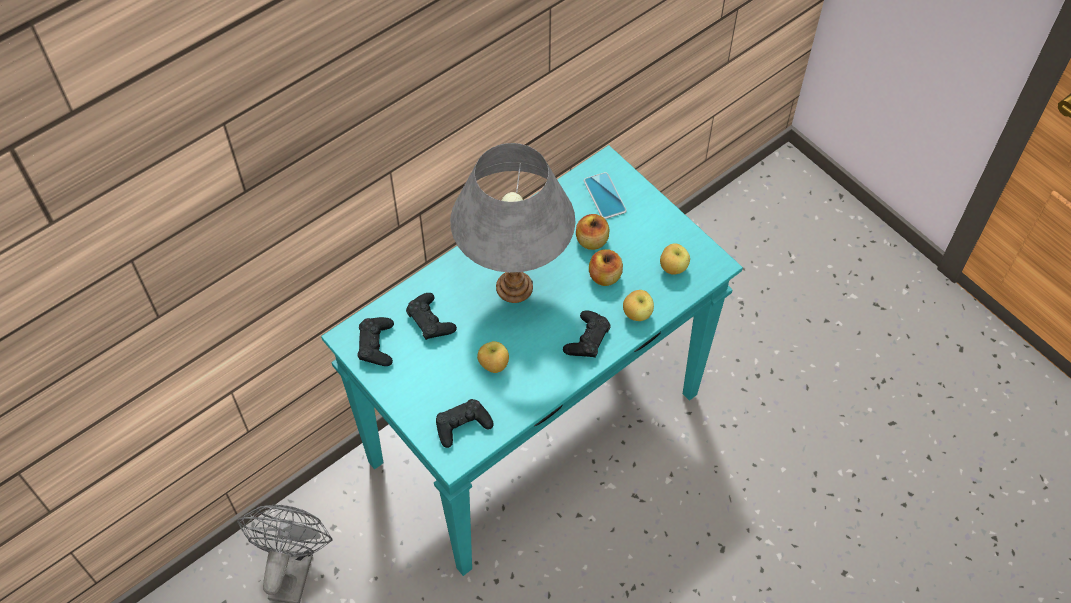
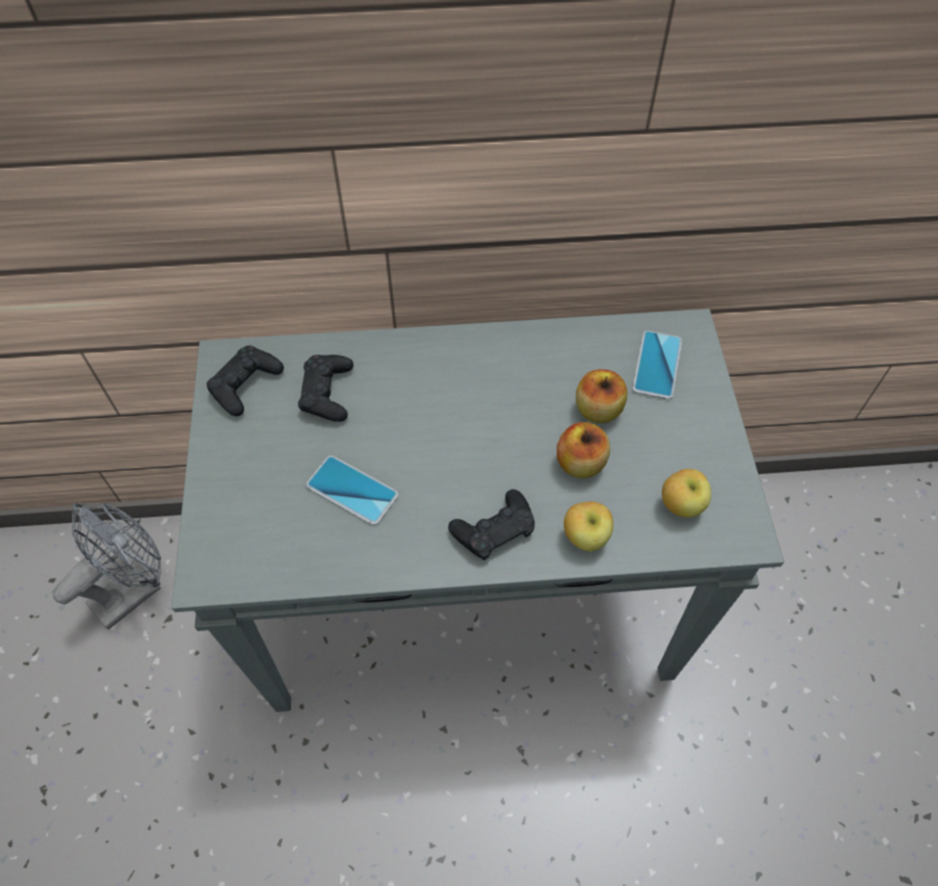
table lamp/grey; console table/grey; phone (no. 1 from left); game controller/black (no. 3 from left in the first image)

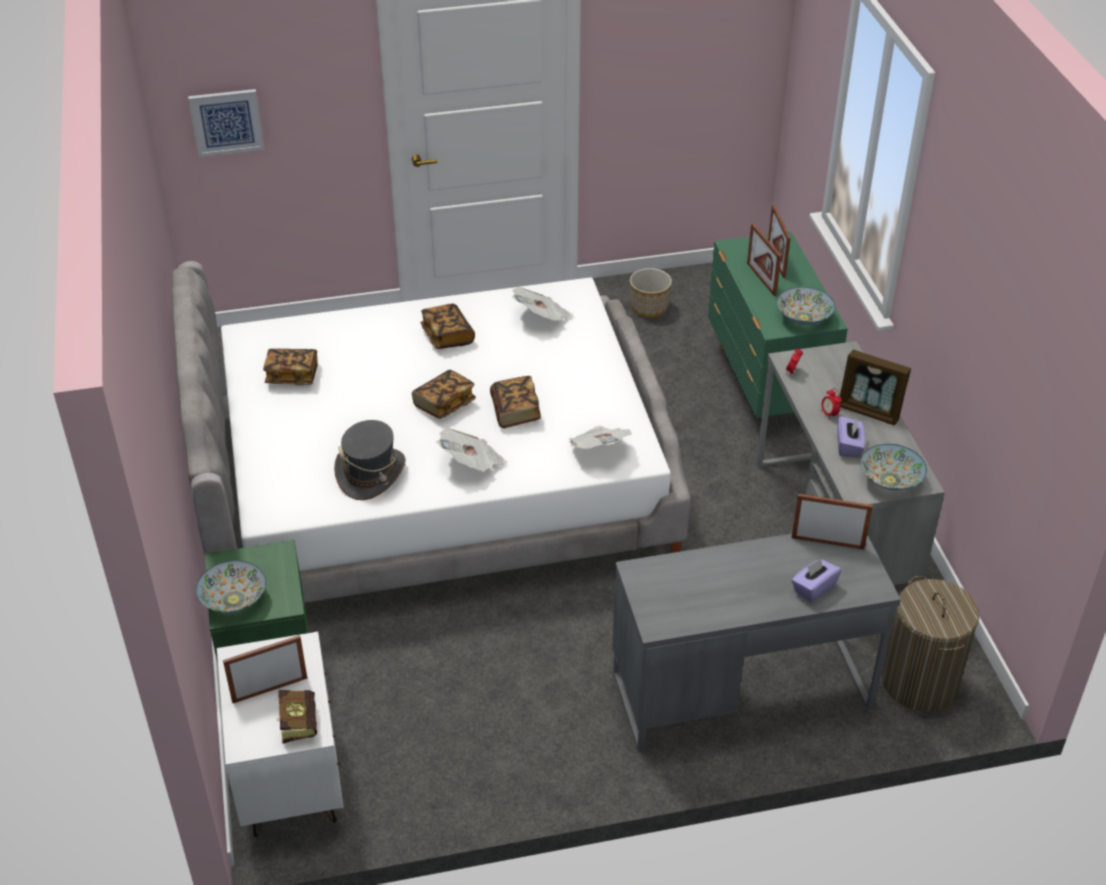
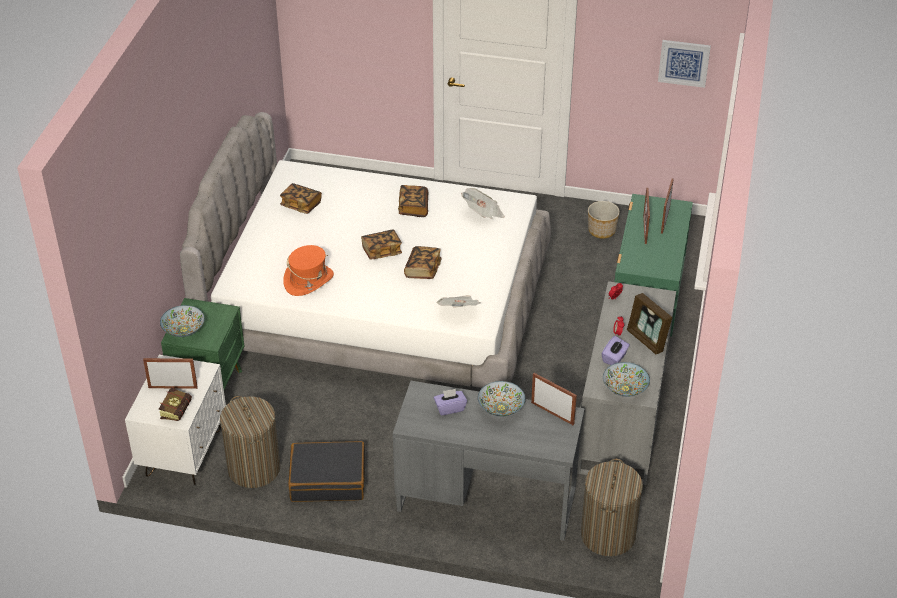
picture; bowl (no. 2 from left); hat/orange; newspaper (no. 1 from left in the first image); tissue box/purple (no. 1 from left); laundry basket (no. 1 from left); suitcase/black

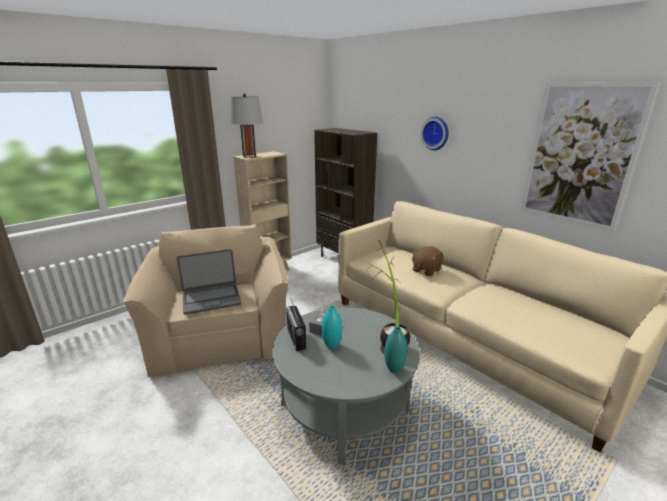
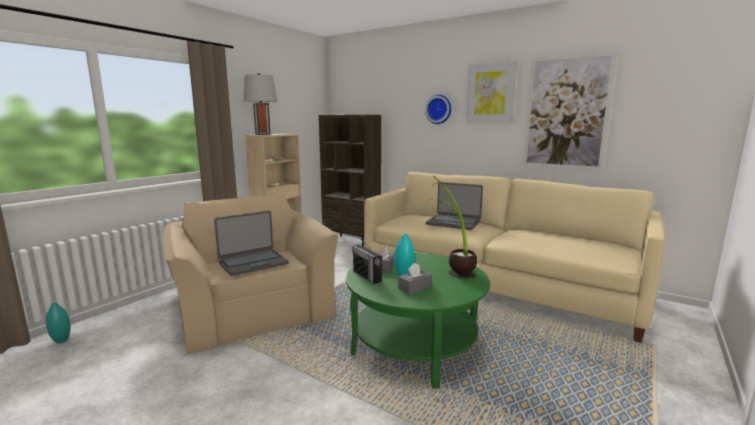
laptop (no. 2 from left); coffee table/green; vase/turquoise (no. 1 from left); picture (no. 1 from left); tissue box/grey (no. 2 from left)

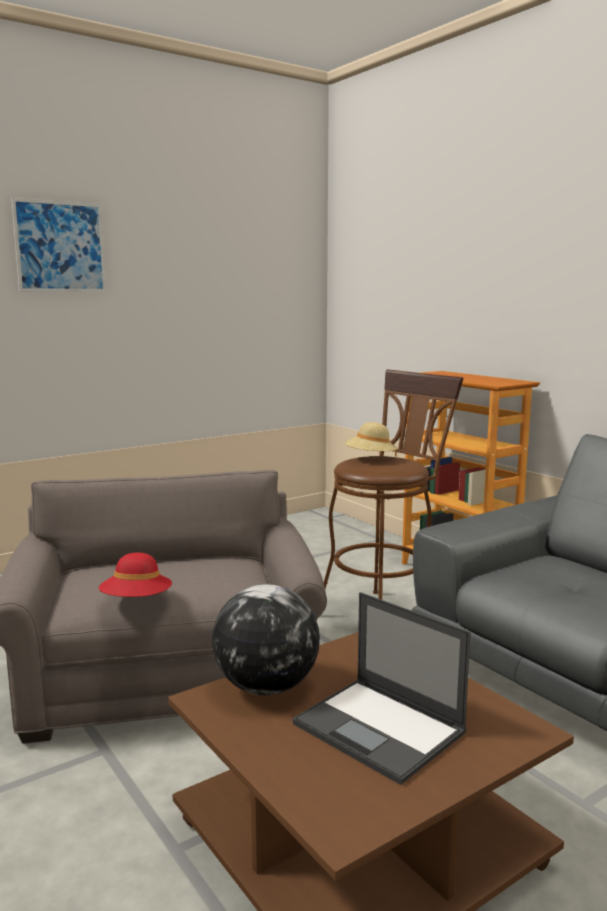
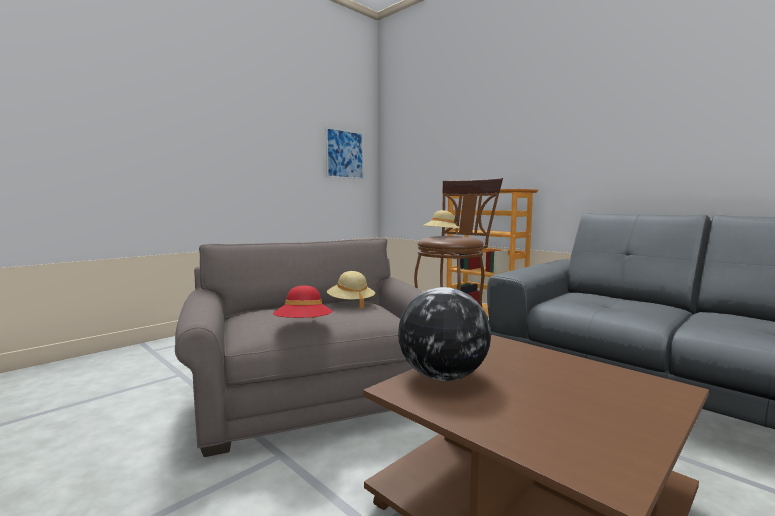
picture; laptop; hat/beige (no. 1 from left)

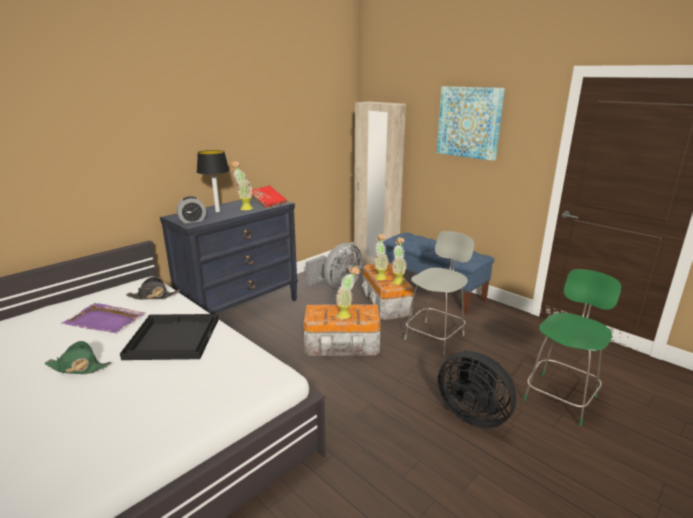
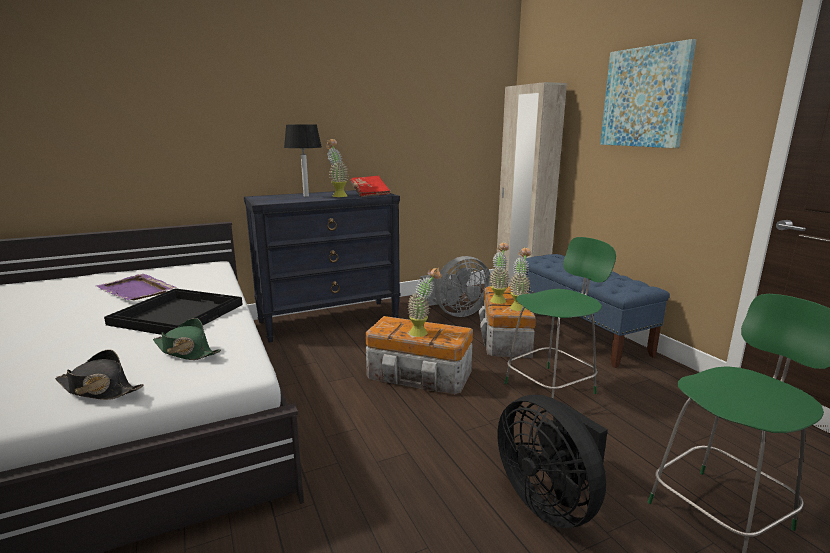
alarm clock; chair/green (no. 1 from left); hat/black; hat/green

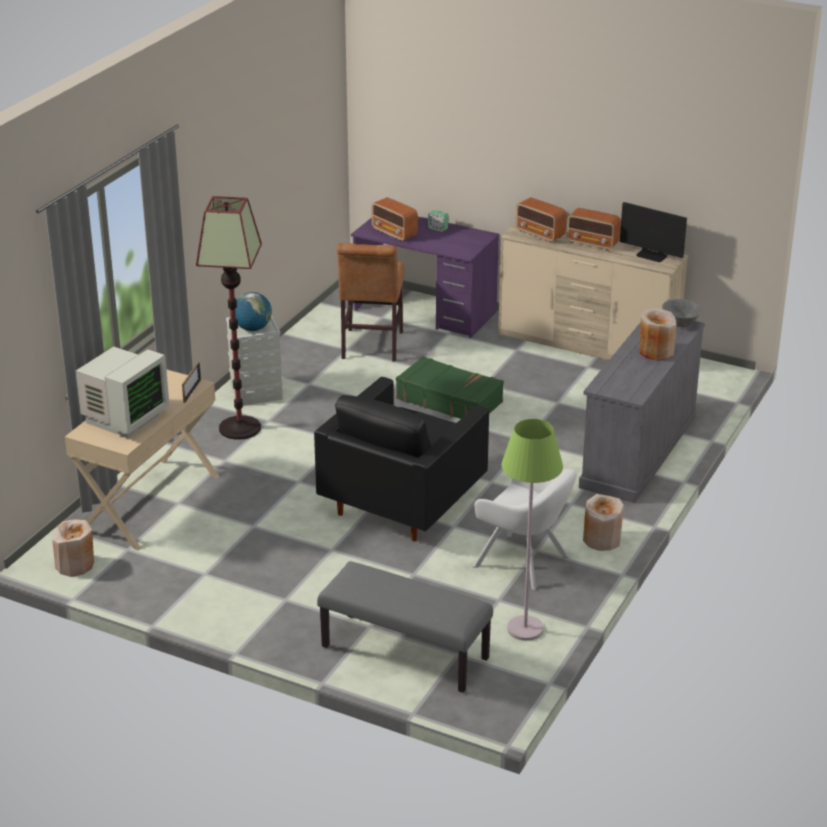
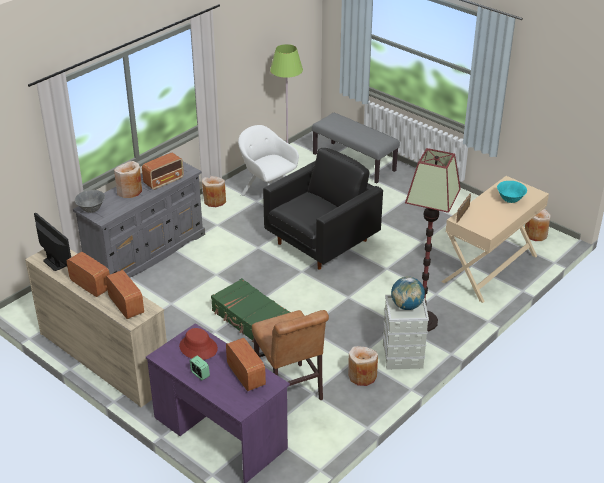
chair/brown; bowl/turquoise; radio (no. 3 from left); hat/red; vase/beige (no. 3 from left)

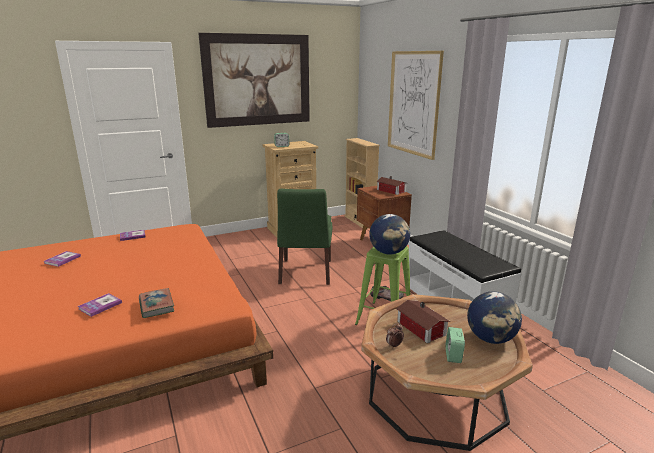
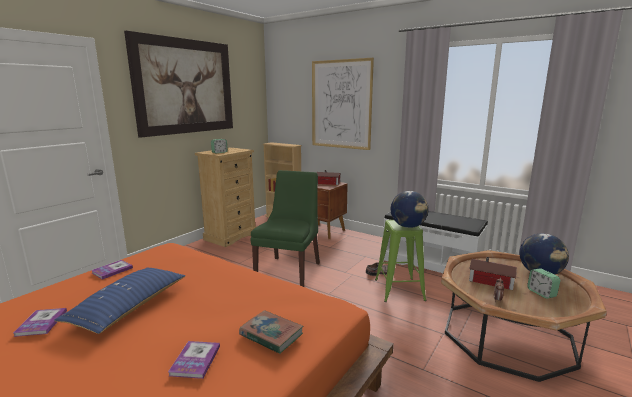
chair/green; pillow/blue

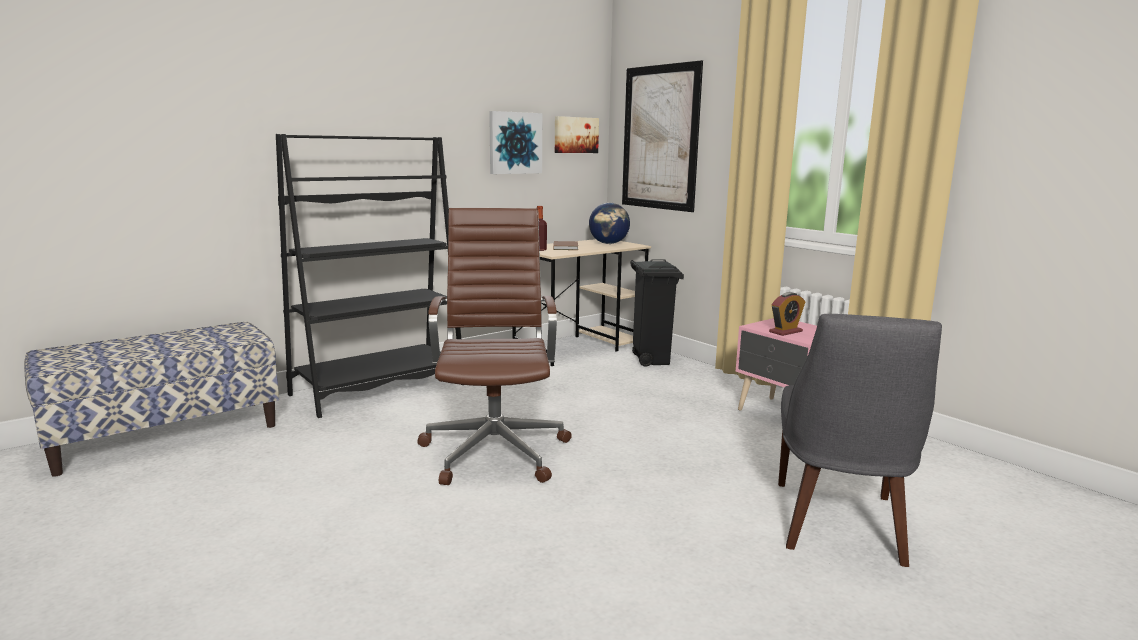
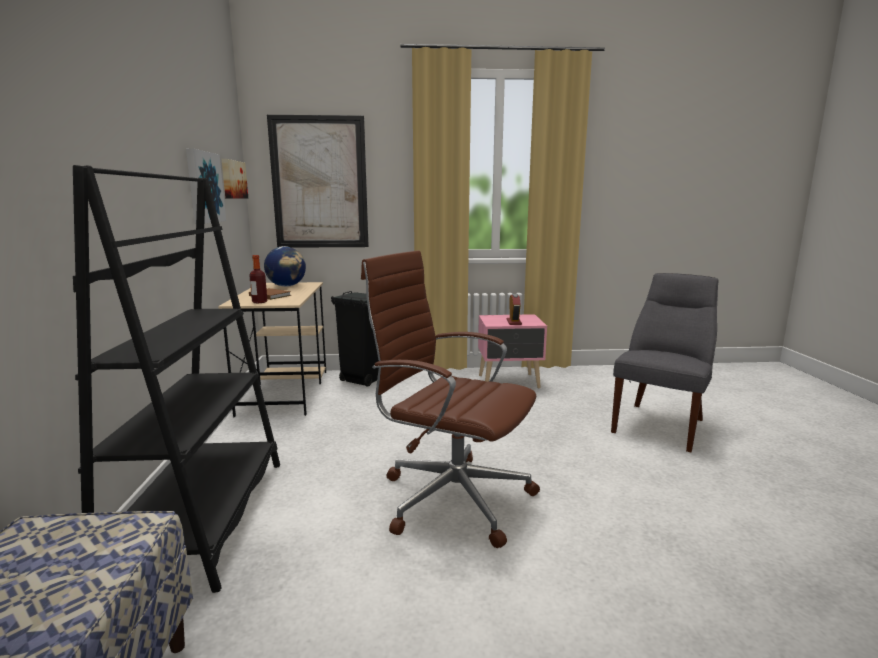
chair/grey

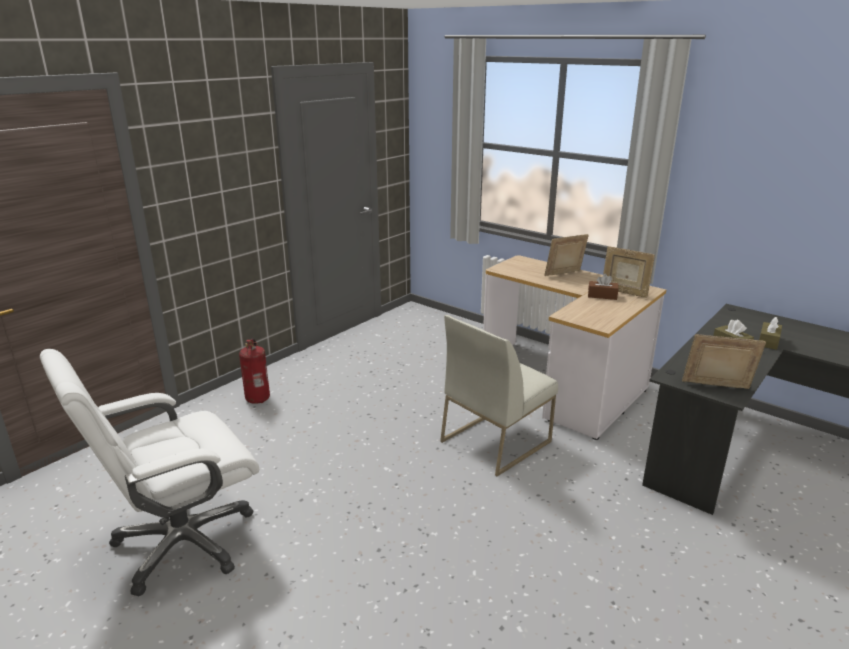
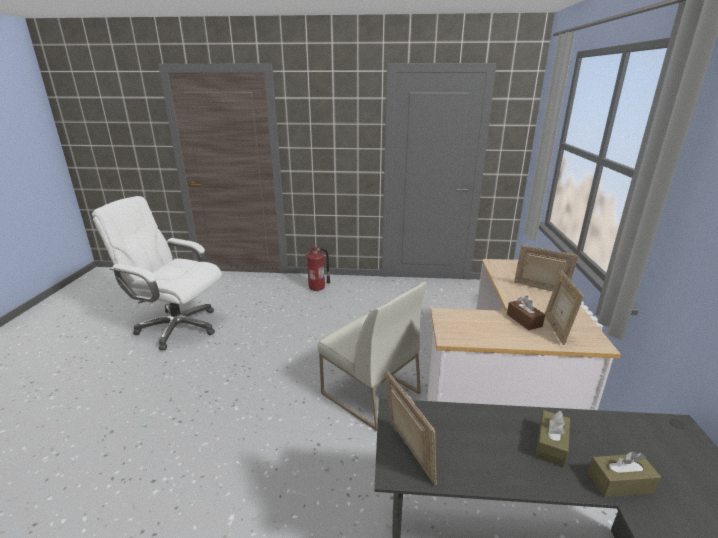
chair/white

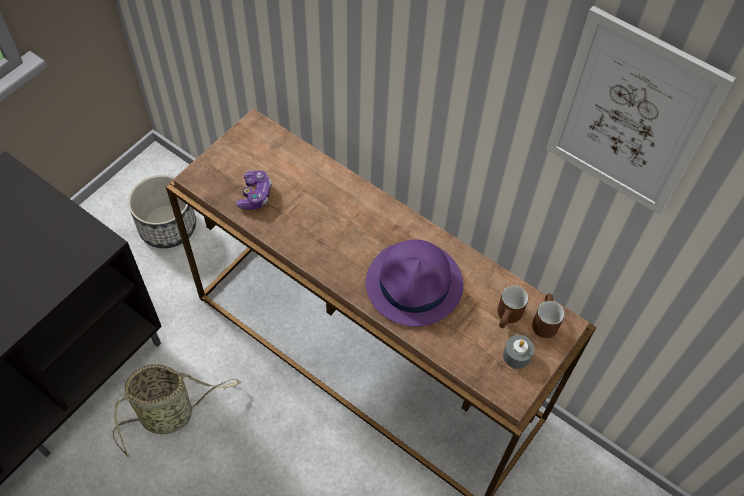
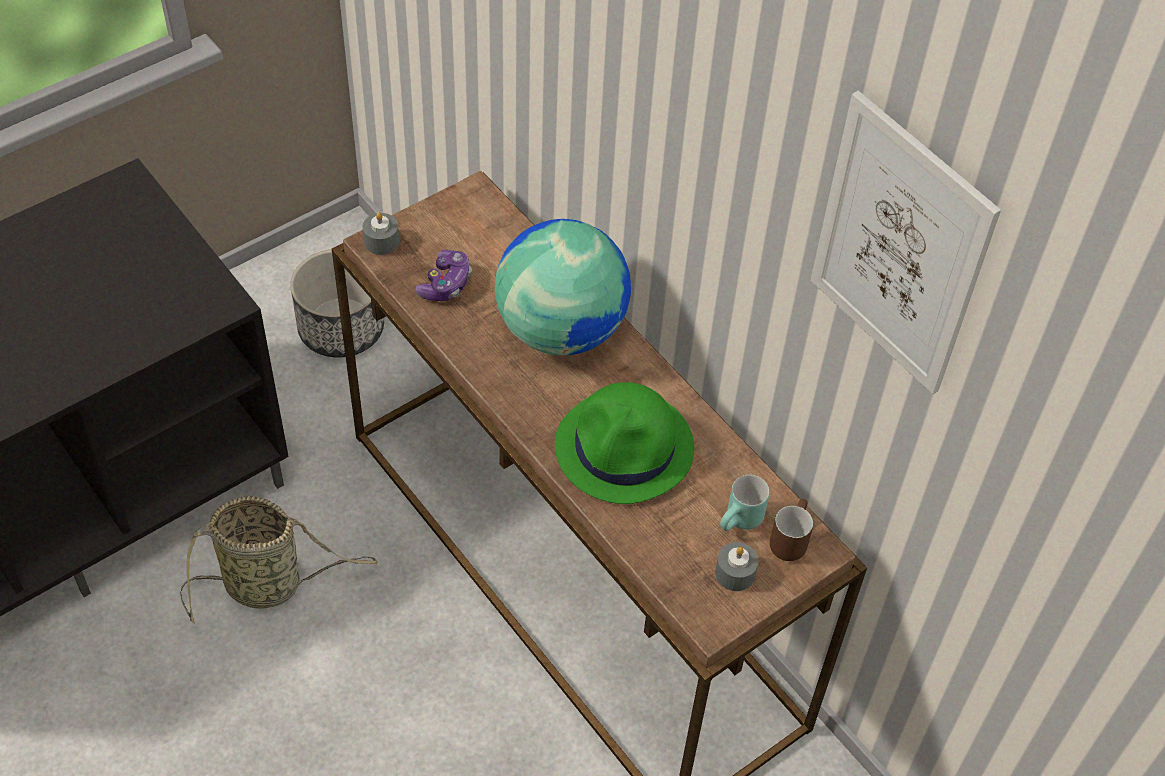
hat/green; mug/turquoise; candle/grey (no. 1 from left); globe

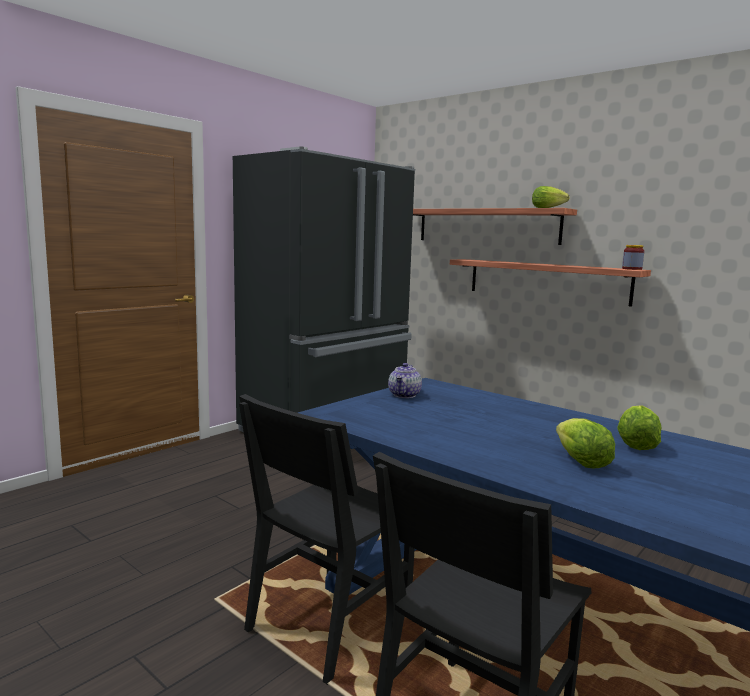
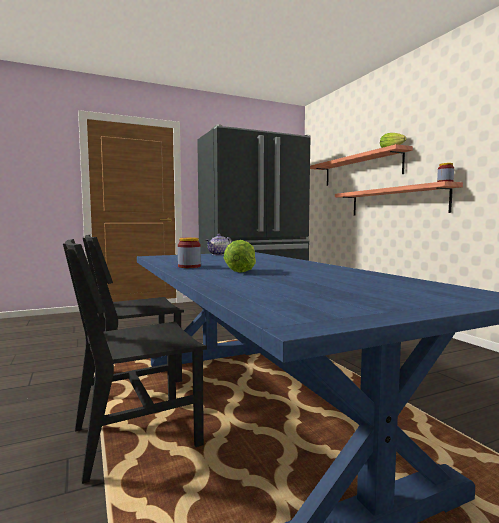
lettuce (no. 3 from left in the first image); jar (no. 1 from left)

